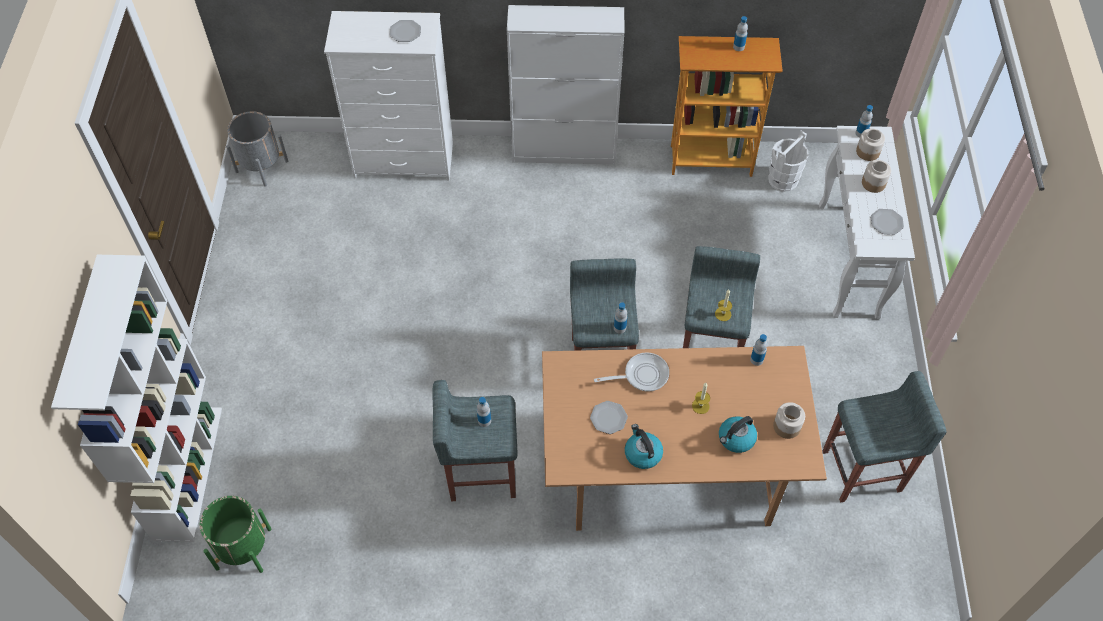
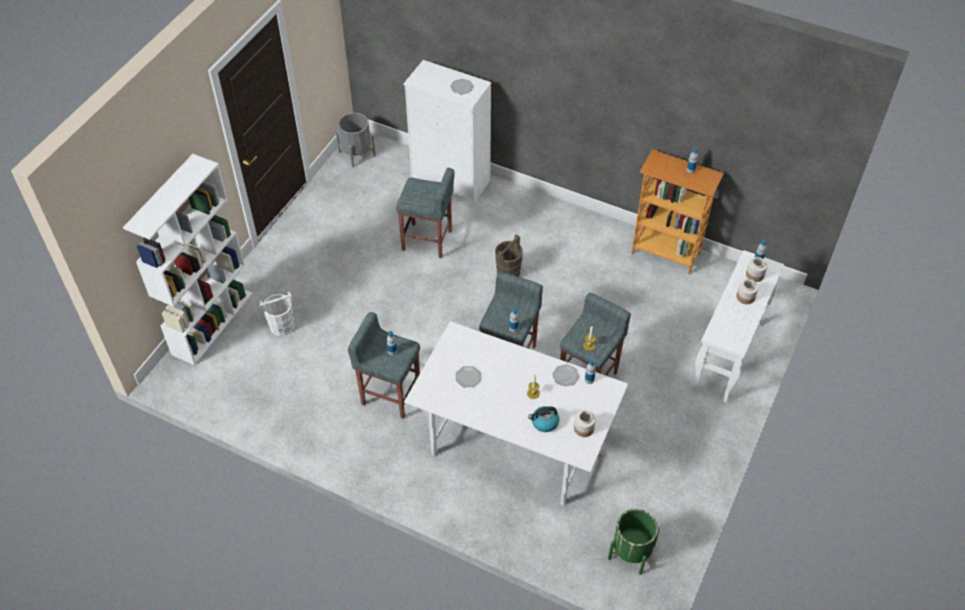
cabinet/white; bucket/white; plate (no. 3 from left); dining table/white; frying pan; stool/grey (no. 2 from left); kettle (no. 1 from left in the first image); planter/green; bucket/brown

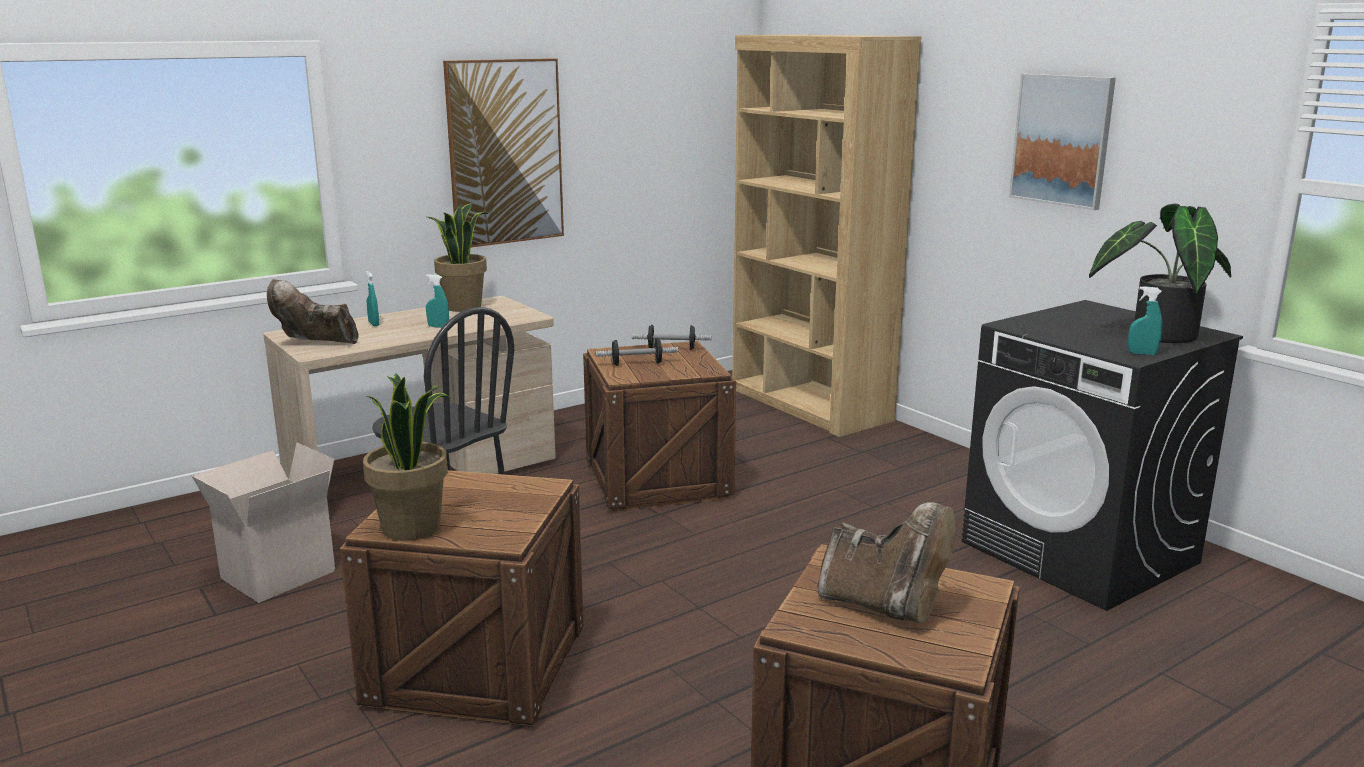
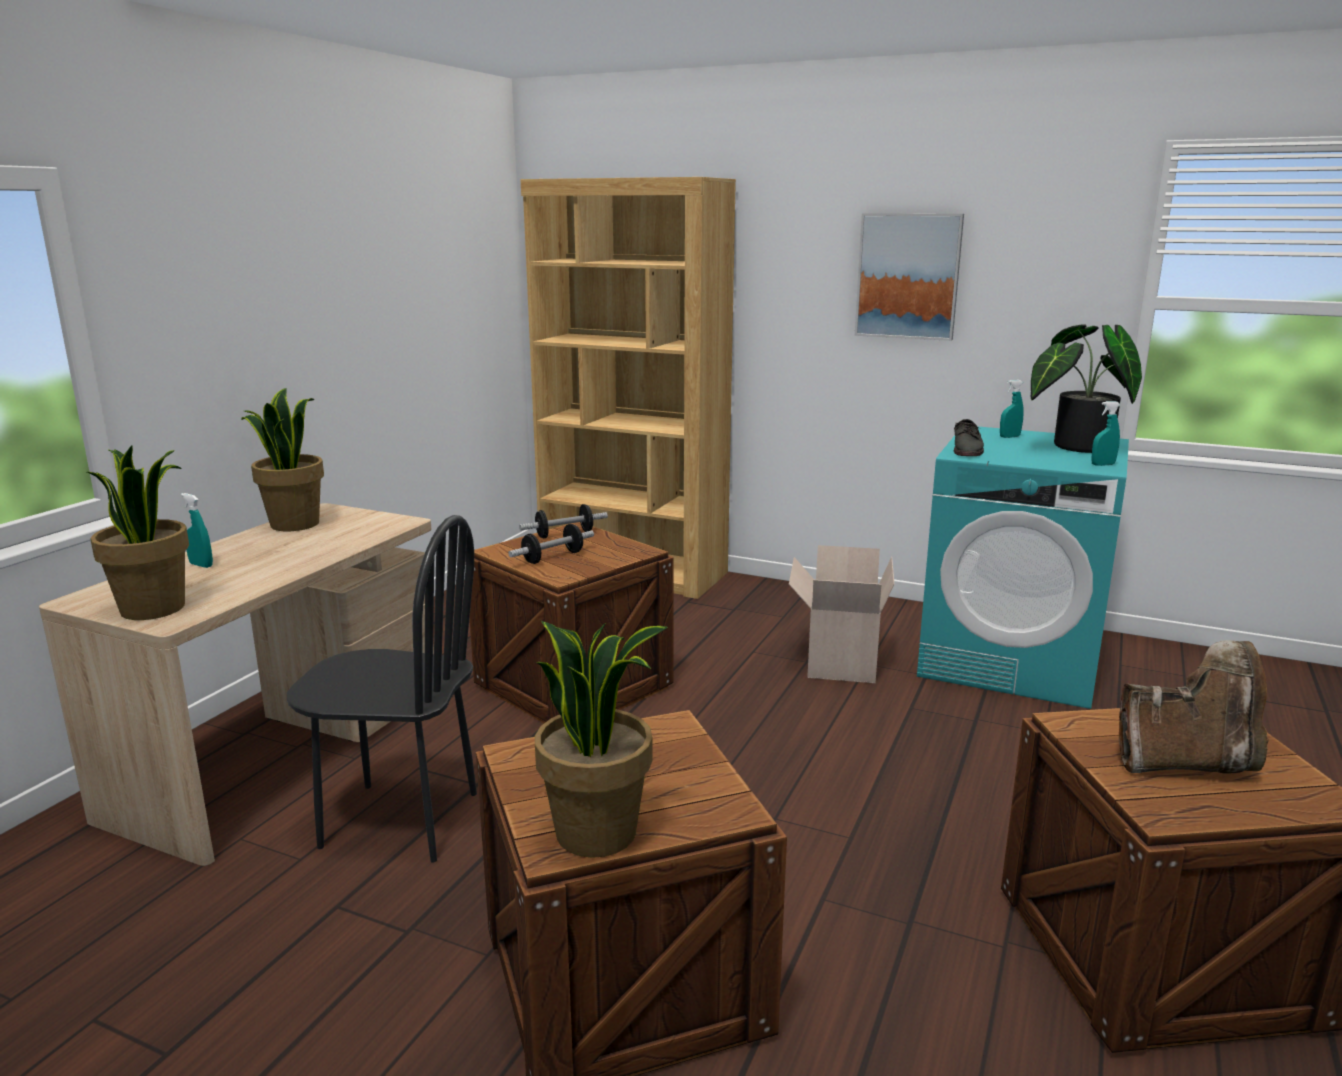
picture (no. 1 from left in the first image); spray bottle/turquoise (no. 2 from left); potted plant (no. 1 from left); washing machine/turquoise; cardboard box; shoe/grey

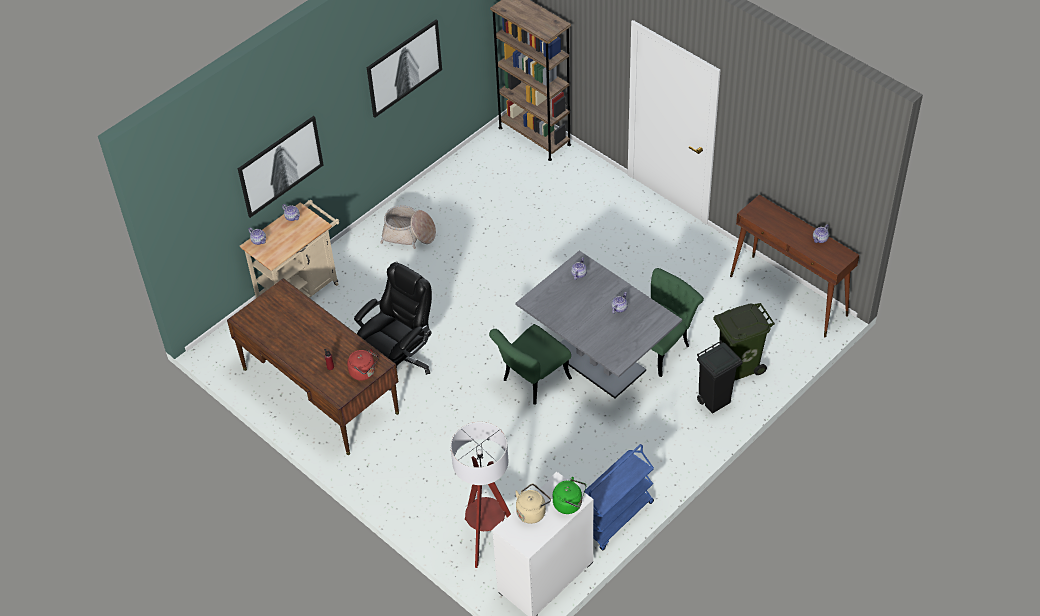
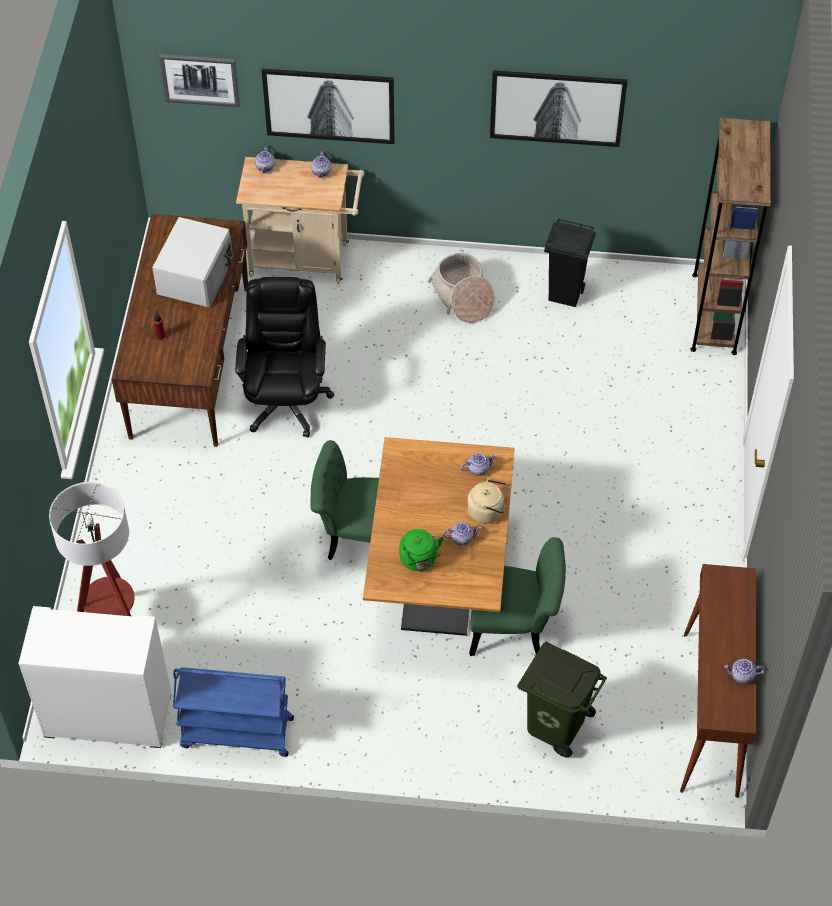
dining table/brown; office chair/black; trash can/black; kettle/red; kettle/green; kettle/beige; picture (no. 1 from left); microwave/white

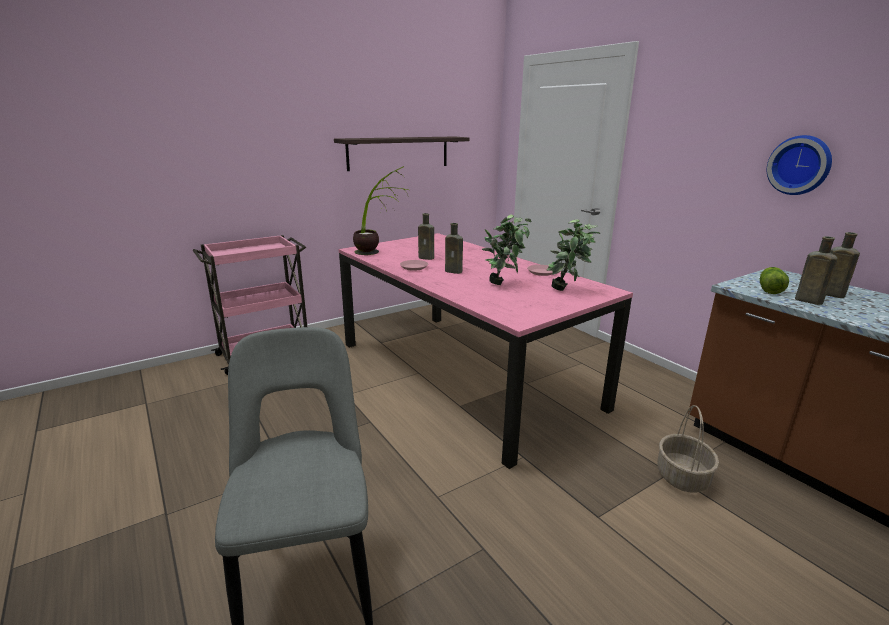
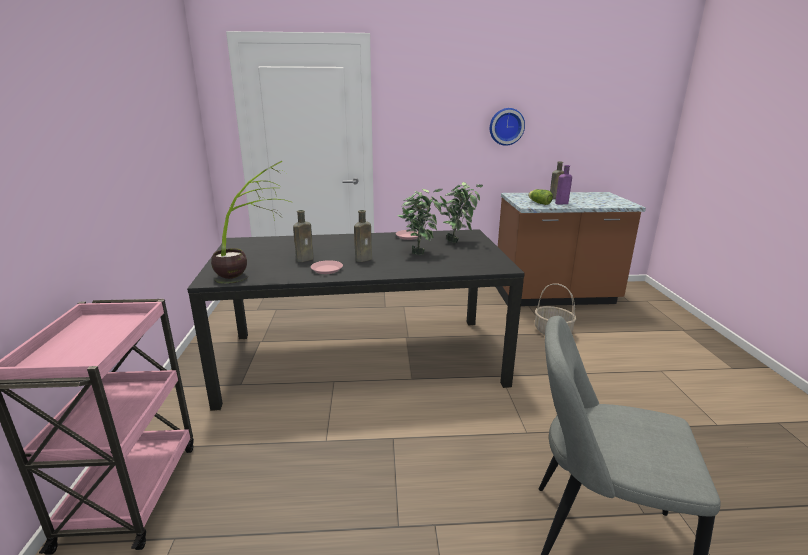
shelf; dining table/black; bottle/purple

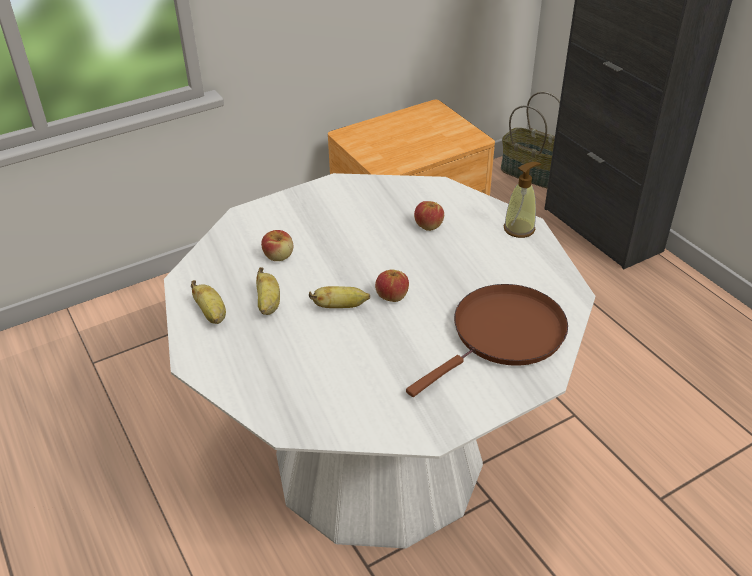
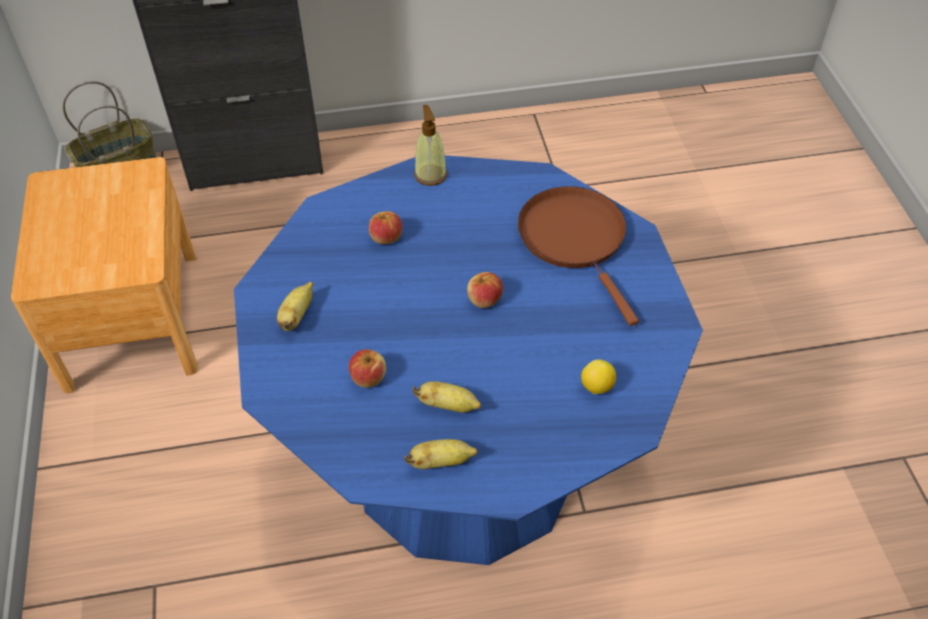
dining table/blue; banana (no. 1 from left); lemon

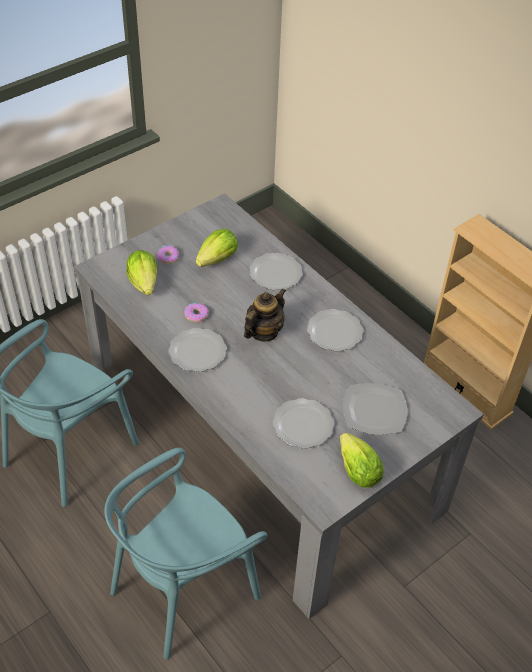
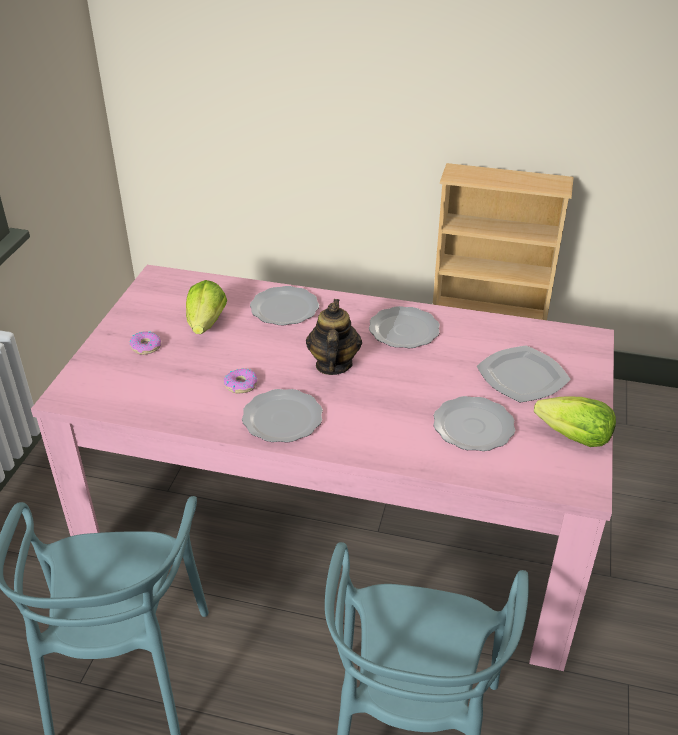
dining table/pink; lettuce (no. 1 from left in the first image)

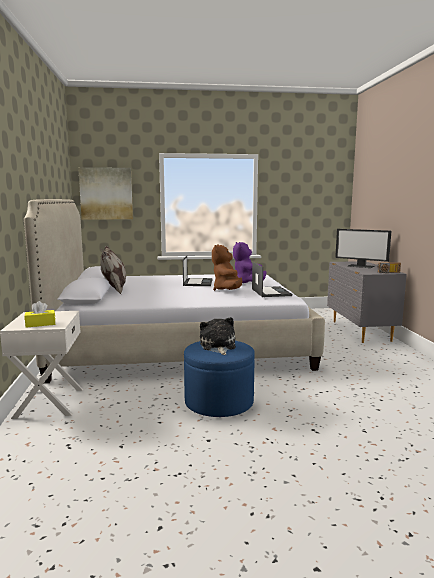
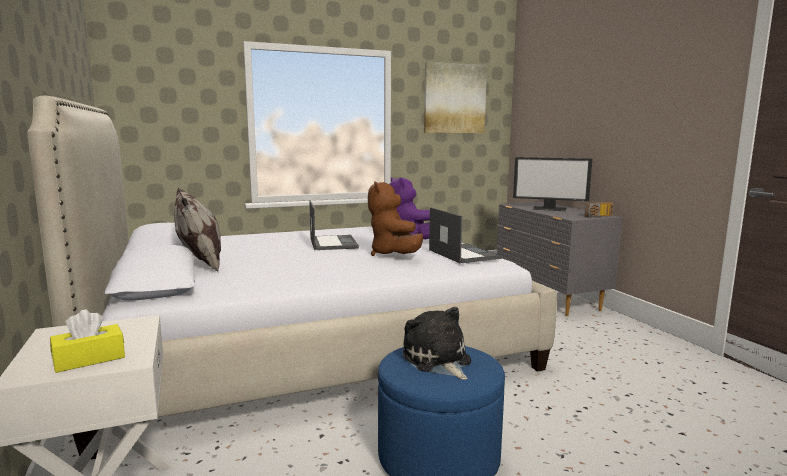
picture

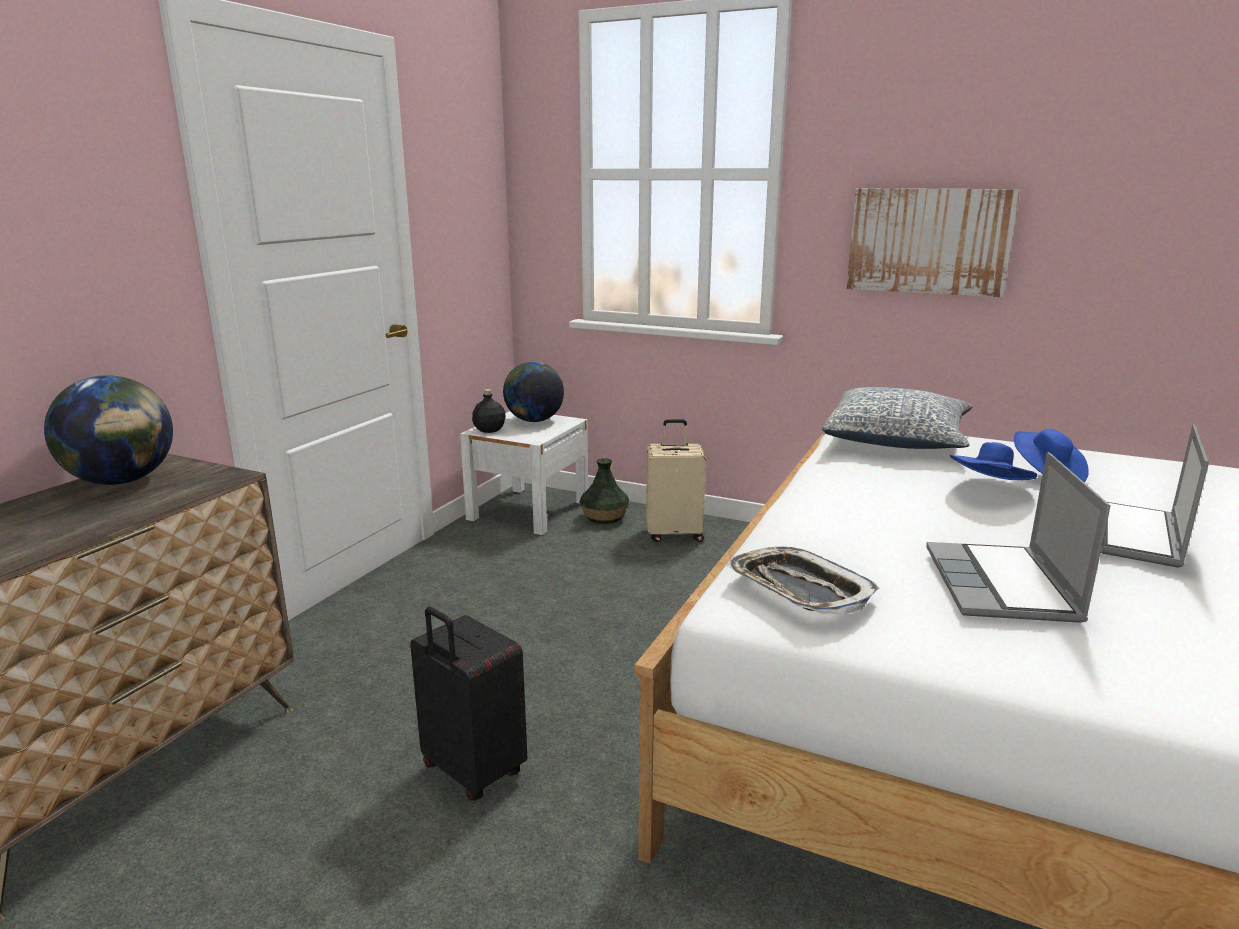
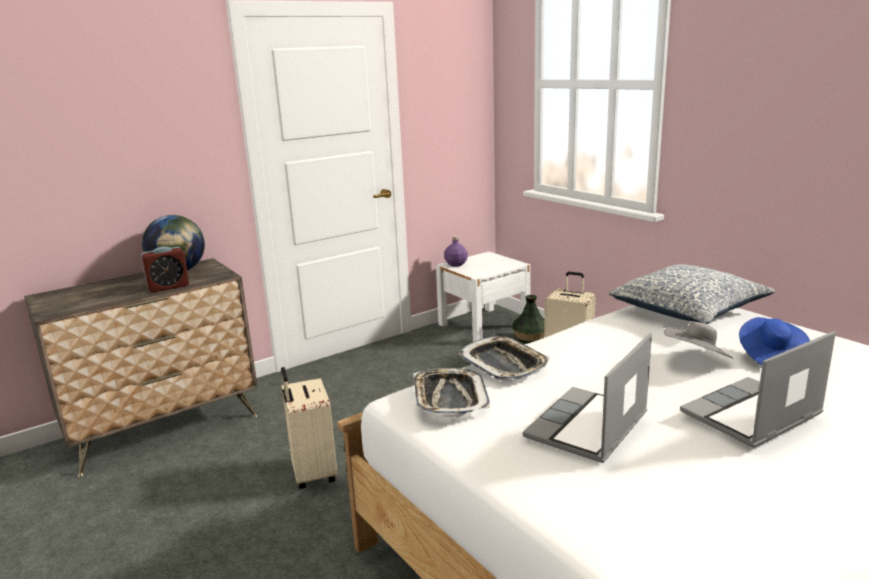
picture; globe (no. 2 from left in the first image); bottle/purple; hat/grey; suitcase/beige (no. 1 from left); alarm clock; tray (no. 2 from left)

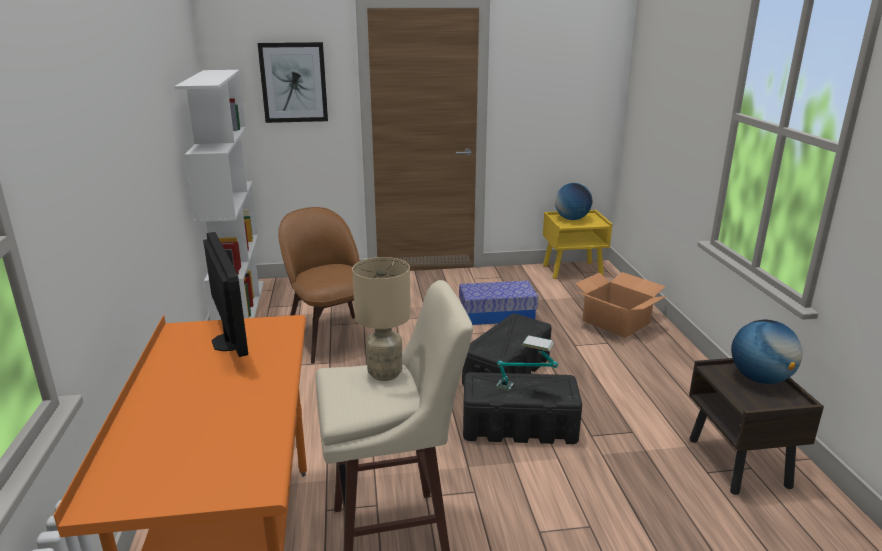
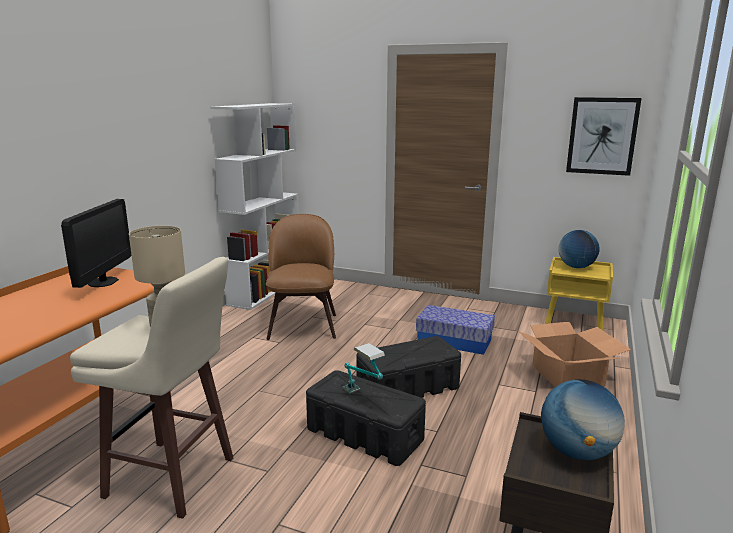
picture

